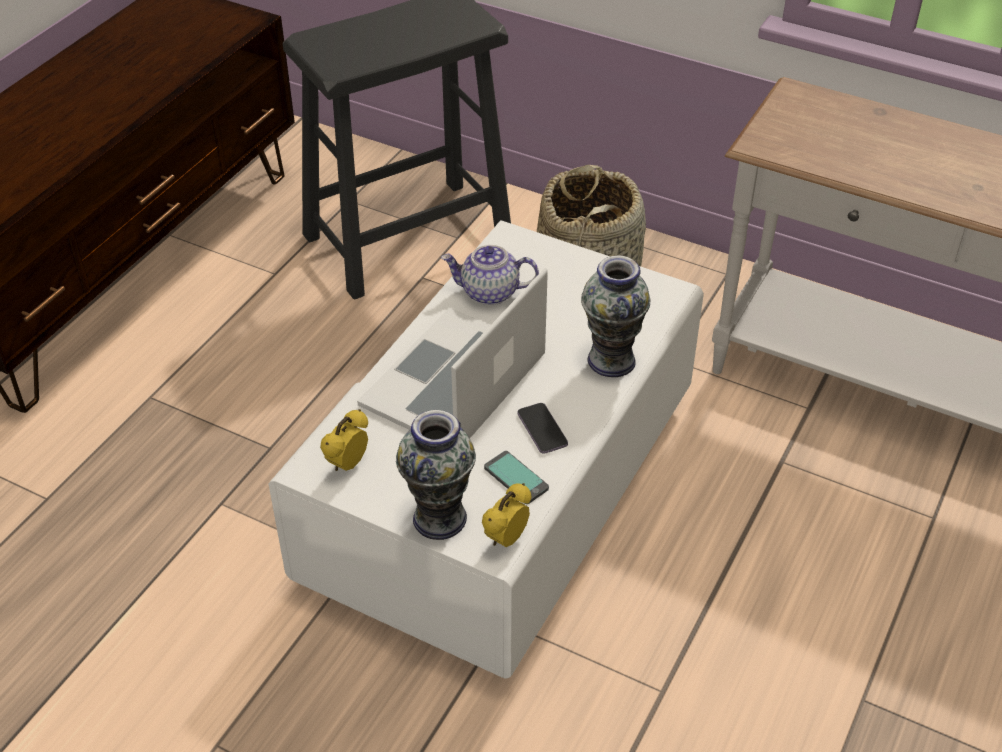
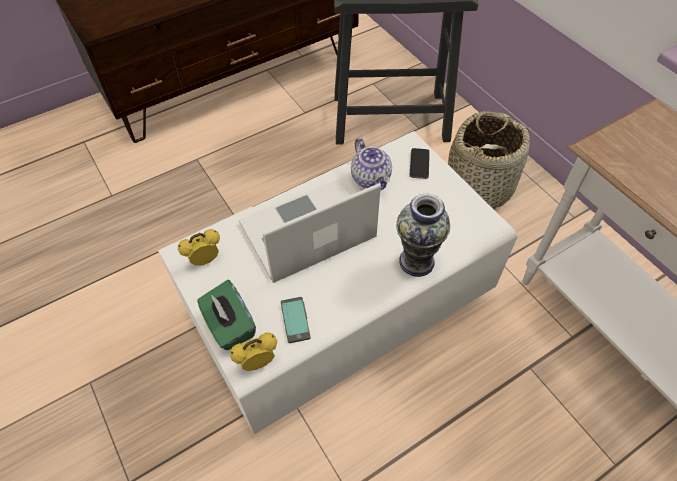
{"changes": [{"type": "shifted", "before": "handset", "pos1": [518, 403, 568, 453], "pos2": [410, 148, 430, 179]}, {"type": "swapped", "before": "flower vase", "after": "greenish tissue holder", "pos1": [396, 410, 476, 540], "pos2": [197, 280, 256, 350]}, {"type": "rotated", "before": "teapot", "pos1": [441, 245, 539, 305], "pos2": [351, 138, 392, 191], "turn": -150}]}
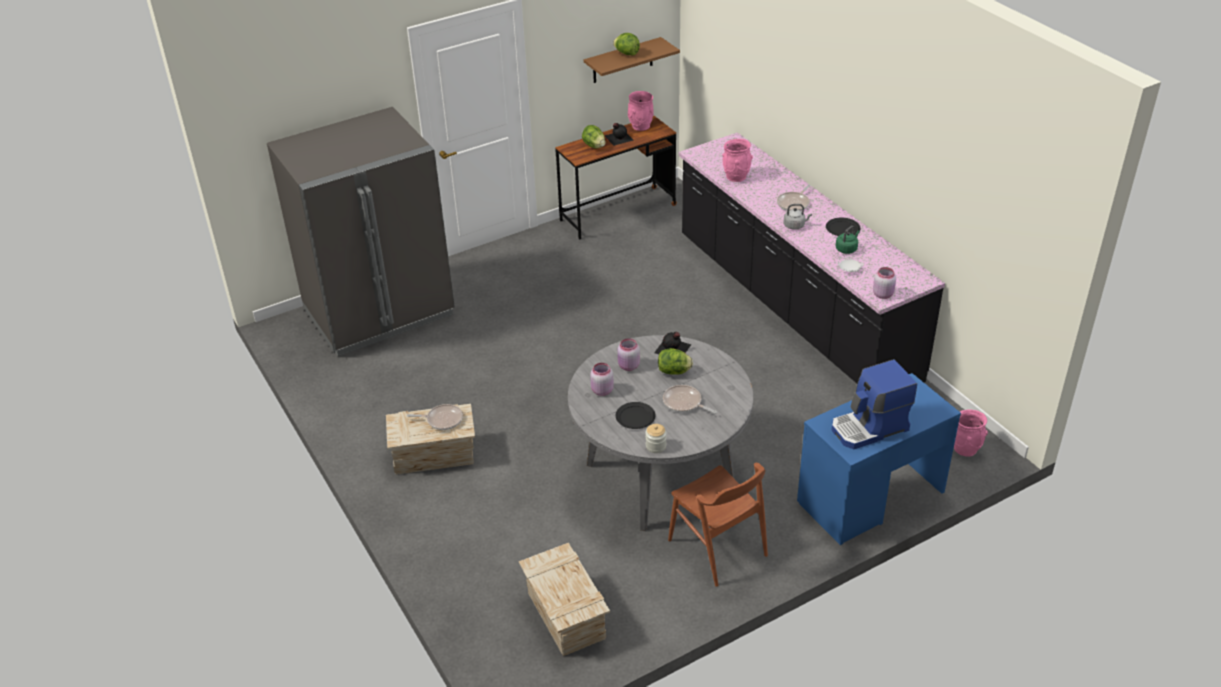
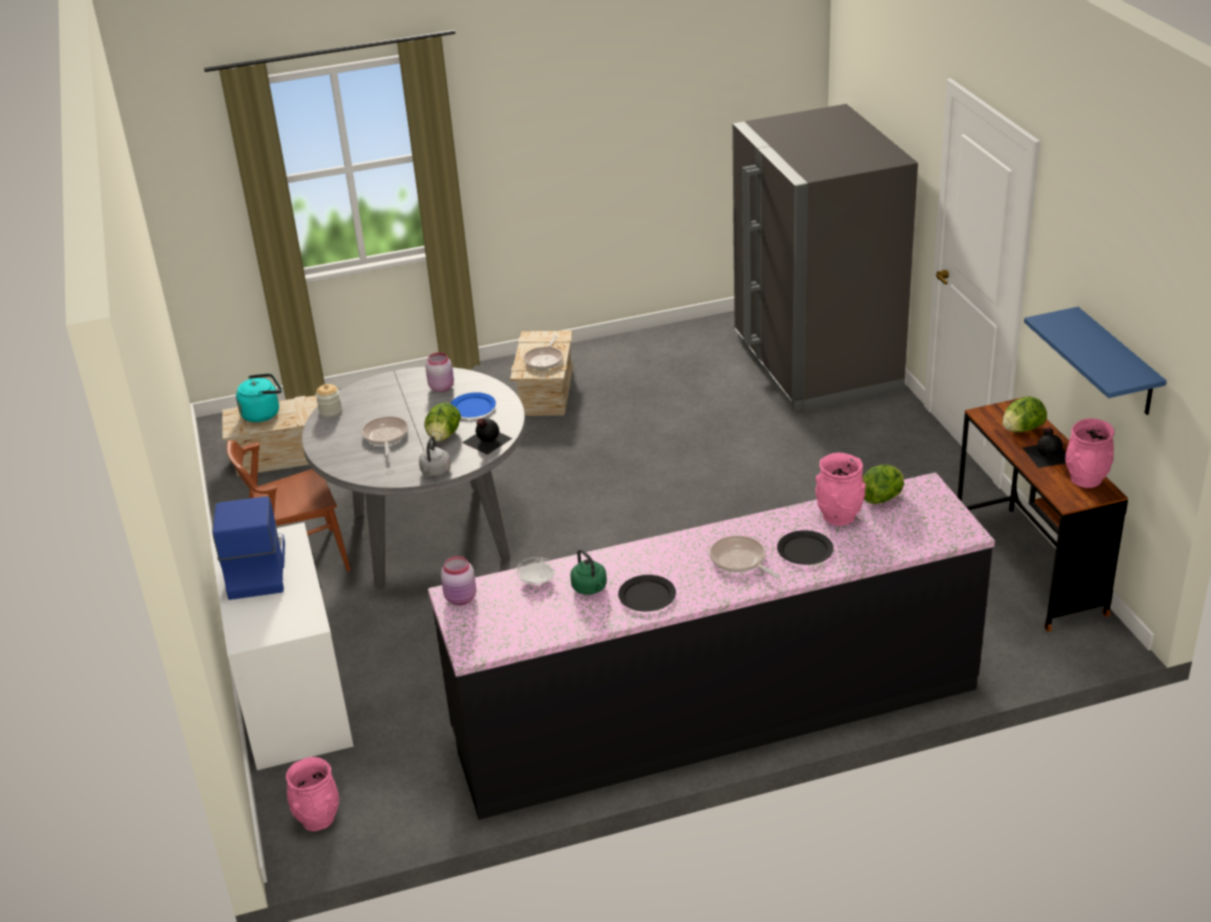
{"changes": [{"type": "new", "after": "turquoise-coloured kettle", "pos2": [236, 373, 282, 422]}, {"type": "shifted", "before": "lettuce head", "pos1": [613, 33, 640, 56], "pos2": [863, 464, 904, 504]}, {"type": "shifted", "before": "blackish dinner plate", "pos1": [616, 402, 656, 429], "pos2": [777, 530, 834, 565]}, {"type": "shifted", "before": "grey kettle", "pos1": [784, 204, 812, 230], "pos2": [419, 436, 451, 477]}, {"type": "swapped", "before": "pinkish storage jar", "after": "blue dinner plate", "pos1": [618, 338, 640, 371], "pos2": [450, 392, 496, 417]}, {"type": "repainted", "before": "brown shelf", "after": "blue shelf", "pos1": [584, 37, 680, 83], "pos2": [1024, 307, 1167, 415]}, {"type": "repainted", "before": "blue desk table", "after": "white-coloured desk table", "pos1": [797, 373, 961, 545], "pos2": [211, 522, 354, 770]}, {"type": "rotated", "before": "skillet", "pos1": [663, 385, 717, 414], "pos2": [362, 416, 408, 456], "turn": -60}]}
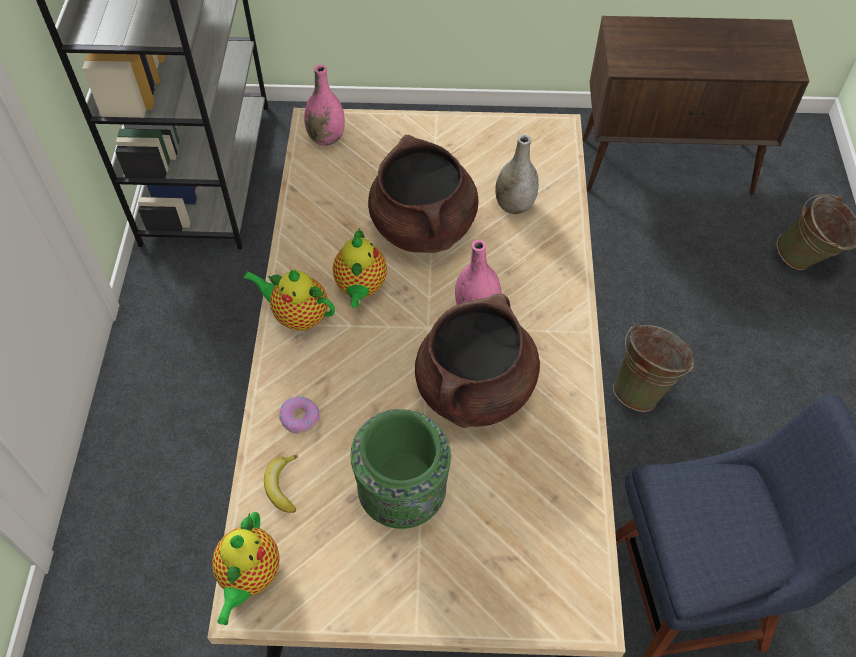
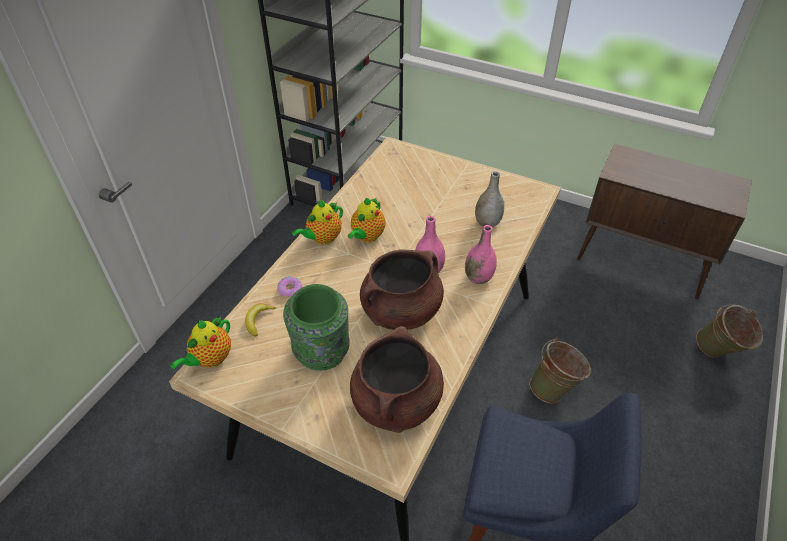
{"changes": [{"type": "shifted", "before": "pinkish flower vase", "pos1": [304, 64, 345, 146], "pos2": [465, 225, 497, 284]}, {"type": "shifted", "before": "brown stockpot", "pos1": [368, 135, 479, 253], "pos2": [350, 326, 444, 433]}, {"type": "rotated", "before": "teapot", "pos1": [243, 269, 335, 331], "pos2": [292, 200, 343, 245], "turn": -90}]}
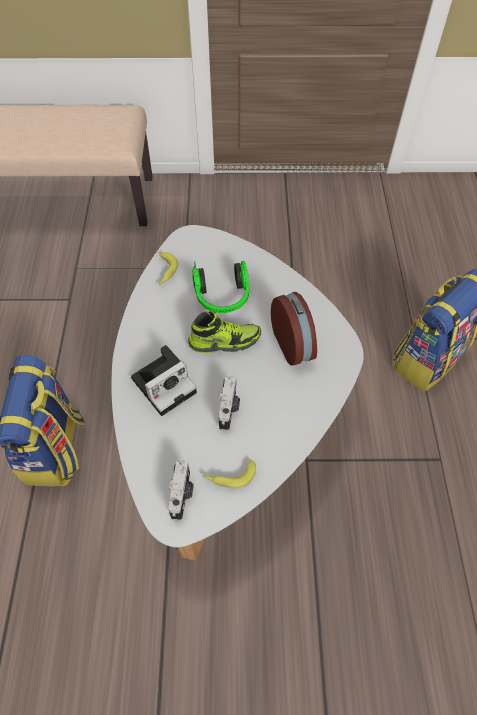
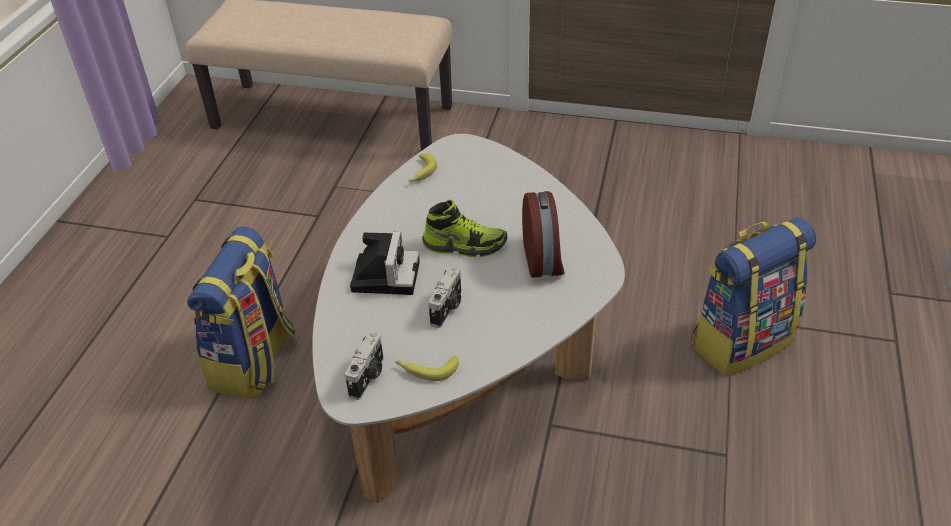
{"changes": [{"type": "gone", "before": "headphones", "pos1": [192, 261, 249, 313]}, {"type": "rotated", "before": "still camera", "pos1": [131, 345, 197, 416], "pos2": [350, 232, 420, 295], "turn": -60}]}
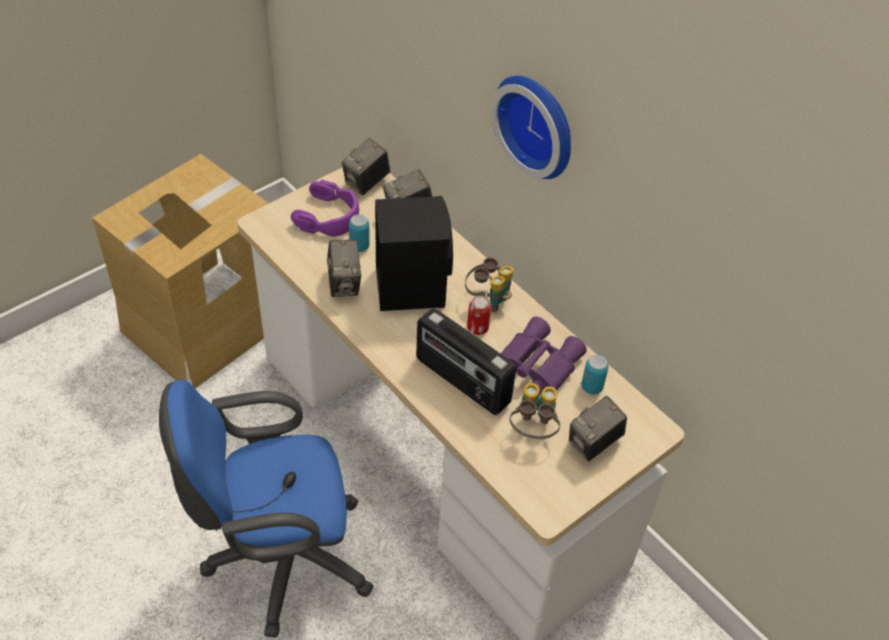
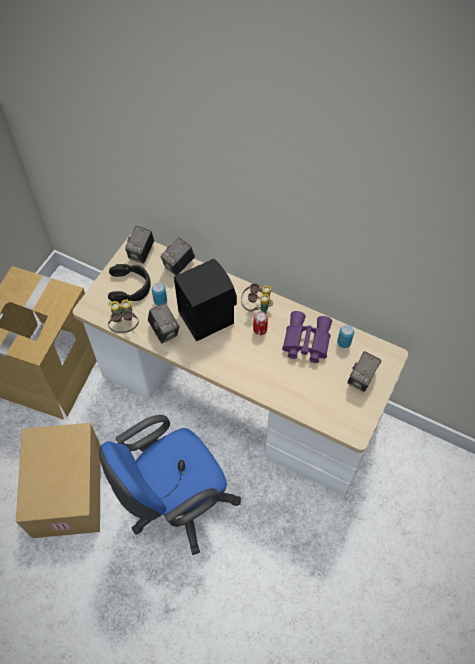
{"changes": [{"type": "gone", "before": "radio set", "pos1": [416, 308, 516, 415]}, {"type": "gone", "before": "wall clock", "pos1": [491, 76, 571, 179]}, {"type": "new", "after": "carton", "pos2": [16, 423, 101, 538]}, {"type": "shifted", "before": "field glasses", "pos1": [510, 383, 560, 439], "pos2": [108, 299, 139, 333]}, {"type": "repainted", "before": "purplish headphones", "after": "blackish headphones", "pos1": [291, 180, 359, 237], "pos2": [108, 264, 151, 304]}]}
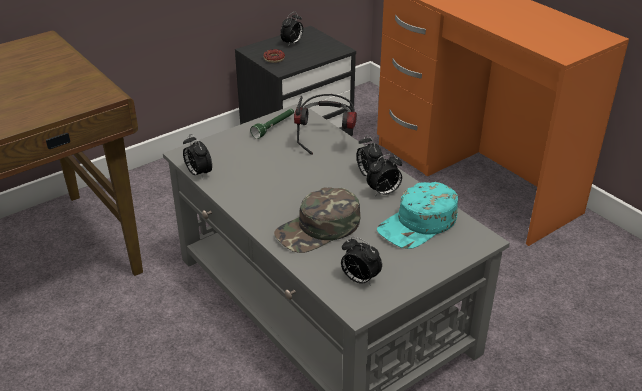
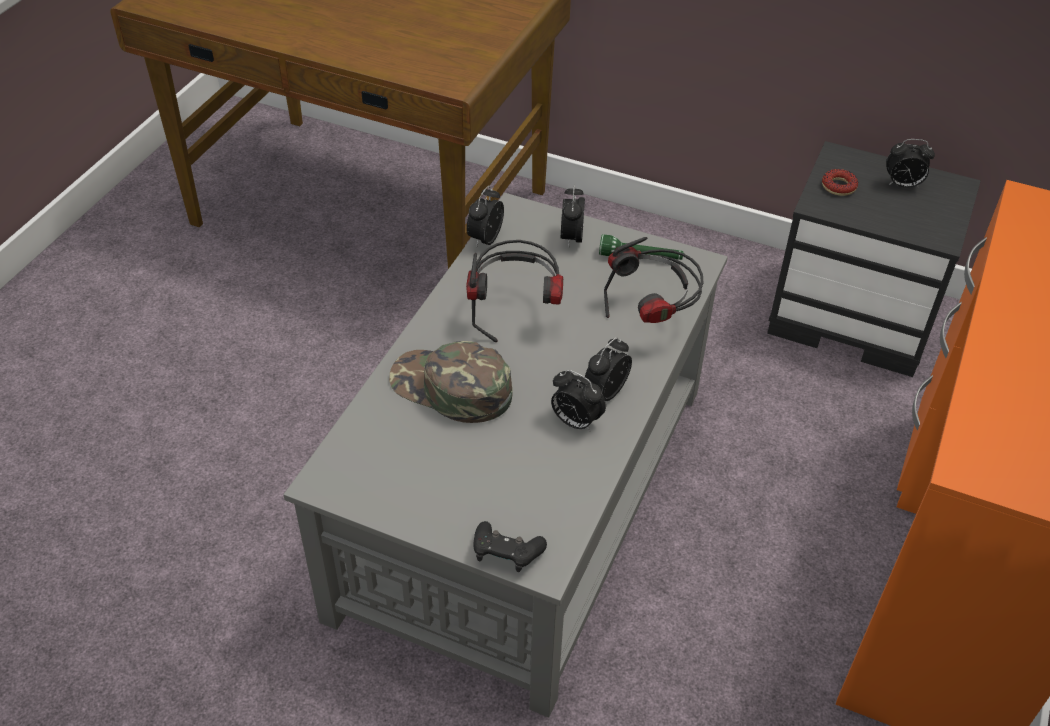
{"changes": [{"type": "gone", "before": "turquoise-coloured baseball cap", "pos1": [377, 182, 458, 249]}, {"type": "new", "after": "headphones", "pos2": [466, 240, 563, 342]}, {"type": "new", "after": "blackish joypad", "pos2": [473, 521, 547, 572]}, {"type": "shifted", "before": "table clock", "pos1": [341, 237, 382, 286], "pos2": [561, 185, 585, 248]}]}
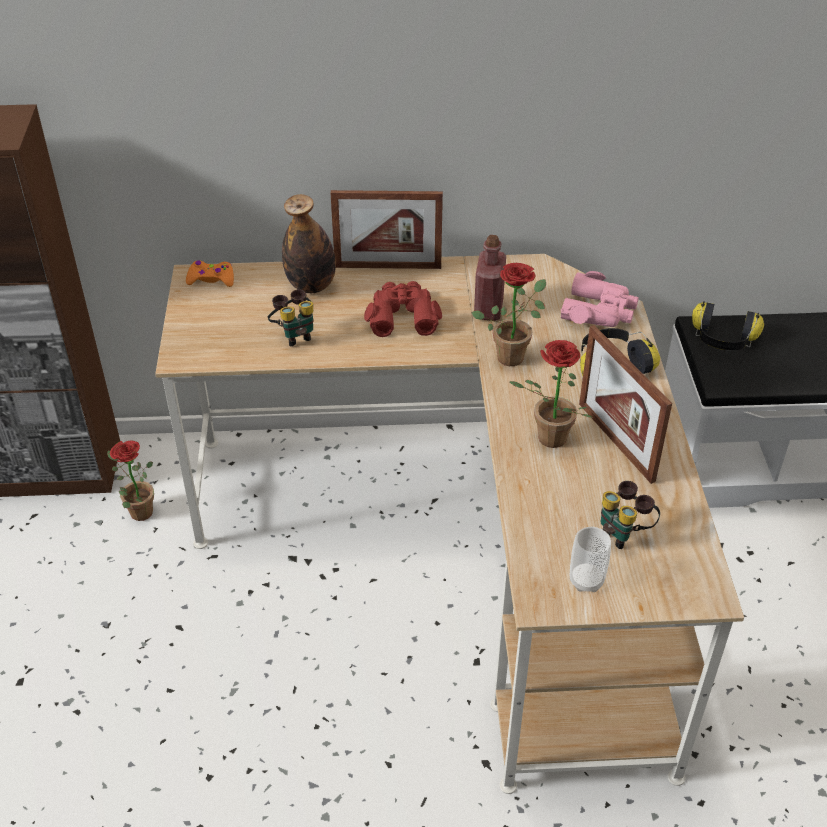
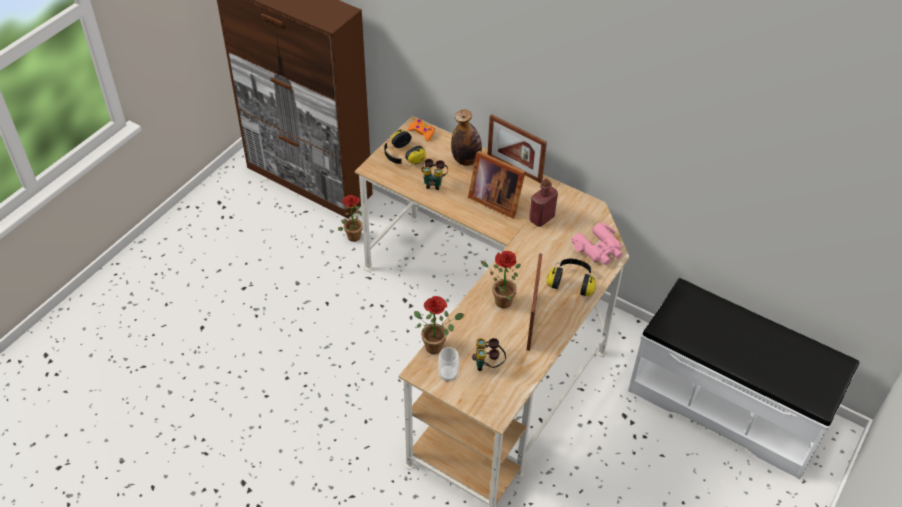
{"changes": [{"type": "shifted", "before": "potted plant", "pos1": [471, 263, 546, 366], "pos2": [414, 296, 464, 354]}, {"type": "shifted", "before": "headphones", "pos1": [692, 301, 764, 351], "pos2": [384, 129, 426, 167]}, {"type": "swapped", "before": "red-coloured field glasses", "after": "photo frame", "pos1": [364, 281, 442, 337], "pos2": [468, 151, 525, 219]}]}
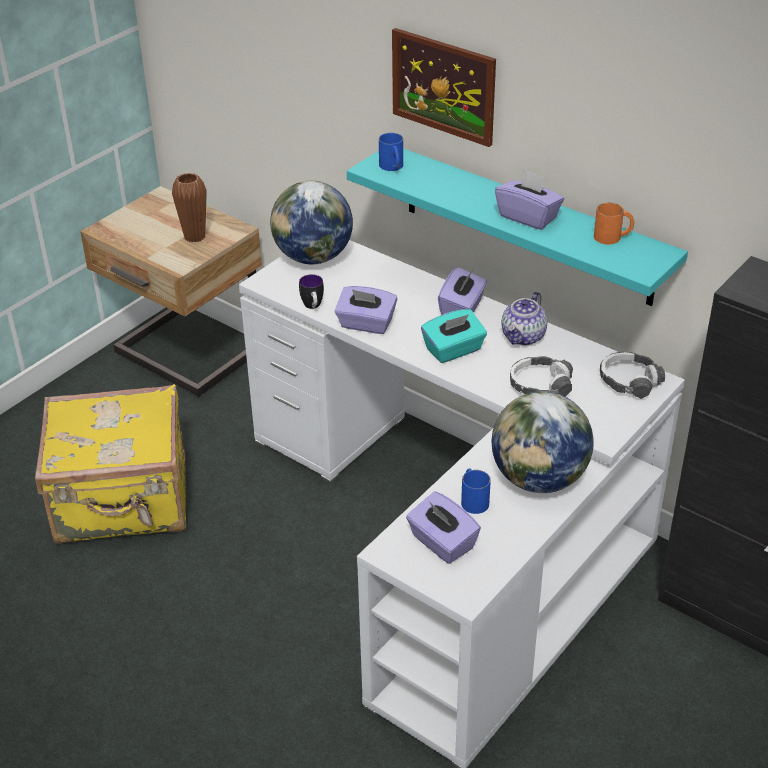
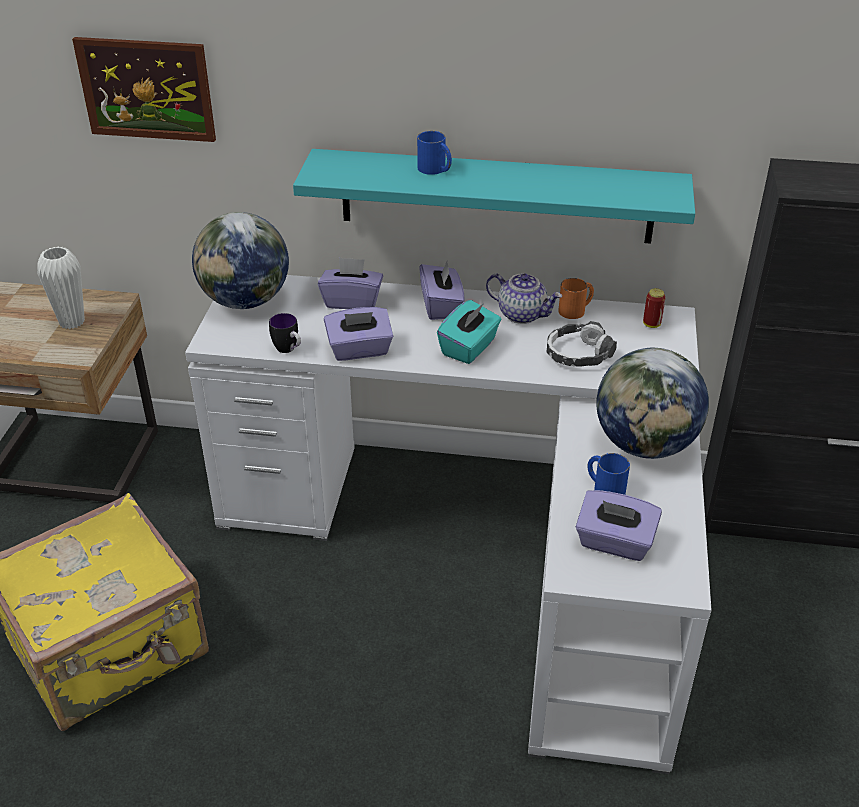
{"changes": [{"type": "shifted", "before": "blue tea mug", "pos1": [379, 133, 403, 171], "pos2": [417, 131, 452, 175]}, {"type": "shifted", "before": "picture", "pos1": [392, 28, 496, 147], "pos2": [72, 37, 216, 142]}, {"type": "shifted", "before": "purplish tissue holder", "pos1": [495, 169, 564, 230], "pos2": [318, 257, 383, 309]}, {"type": "shifted", "before": "orange-coloured tea mug", "pos1": [594, 203, 634, 245], "pos2": [558, 278, 594, 319]}, {"type": "swapped", "before": "headphones", "after": "sealed can", "pos1": [600, 352, 665, 399], "pos2": [643, 288, 666, 328]}, {"type": "repainted", "before": "brown flower vase", "after": "white-coloured flower vase", "pos1": [172, 173, 207, 242], "pos2": [37, 247, 85, 329]}, {"type": "rotated", "before": "teapot", "pos1": [501, 292, 547, 345], "pos2": [486, 273, 562, 324], "turn": -60}]}
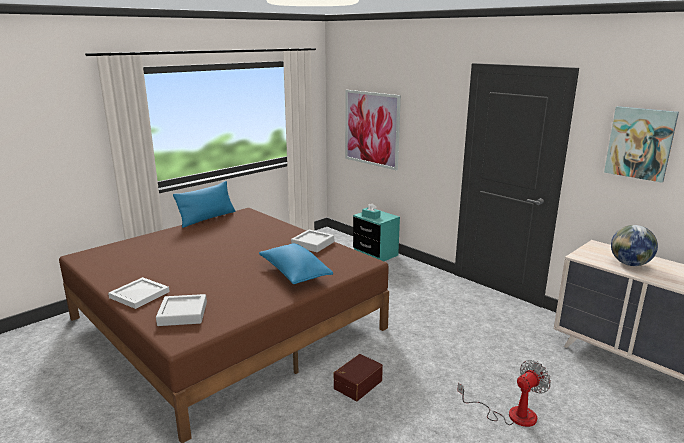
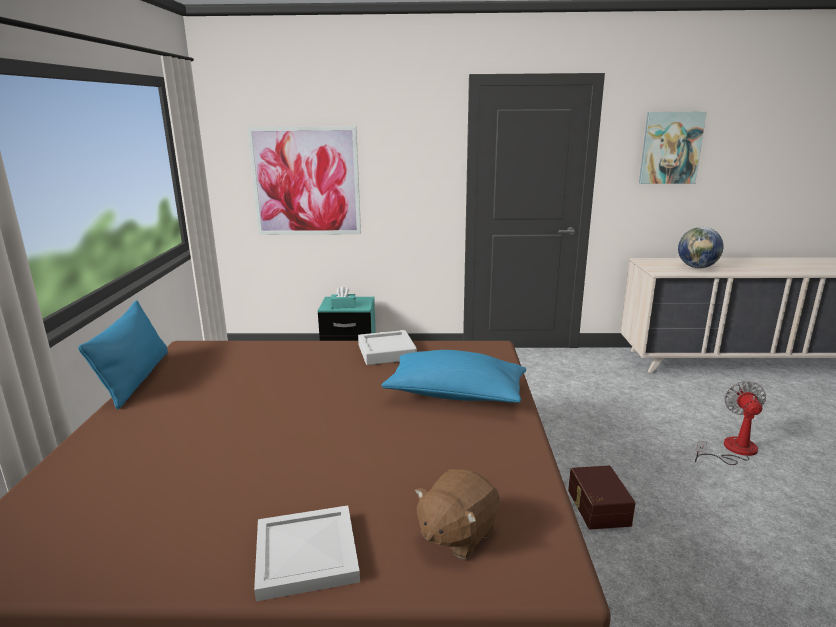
{"changes": [{"type": "swapped", "before": "grey tray", "after": "brown plush toy", "pos1": [156, 294, 207, 326], "pos2": [415, 469, 500, 559]}]}
